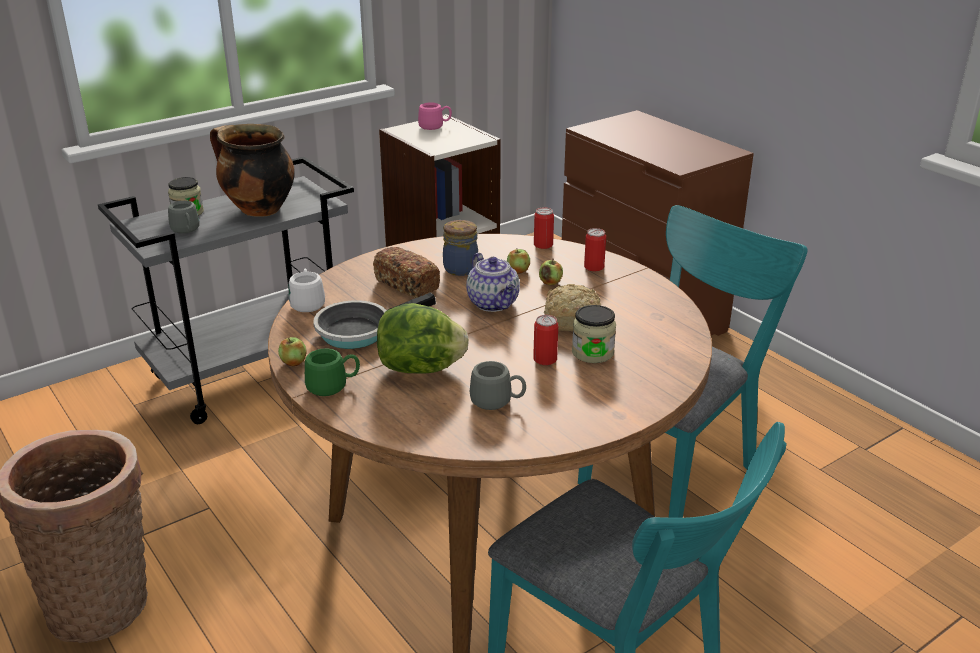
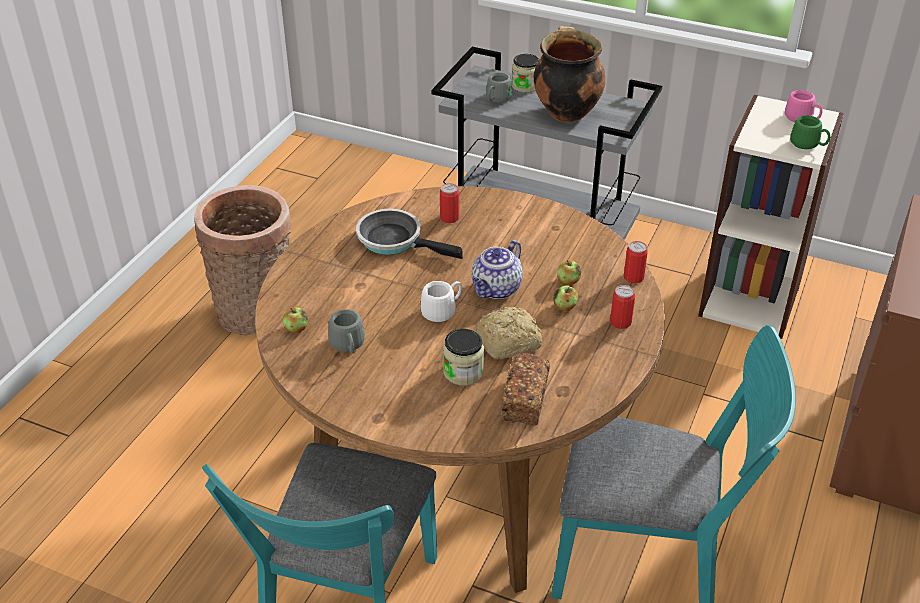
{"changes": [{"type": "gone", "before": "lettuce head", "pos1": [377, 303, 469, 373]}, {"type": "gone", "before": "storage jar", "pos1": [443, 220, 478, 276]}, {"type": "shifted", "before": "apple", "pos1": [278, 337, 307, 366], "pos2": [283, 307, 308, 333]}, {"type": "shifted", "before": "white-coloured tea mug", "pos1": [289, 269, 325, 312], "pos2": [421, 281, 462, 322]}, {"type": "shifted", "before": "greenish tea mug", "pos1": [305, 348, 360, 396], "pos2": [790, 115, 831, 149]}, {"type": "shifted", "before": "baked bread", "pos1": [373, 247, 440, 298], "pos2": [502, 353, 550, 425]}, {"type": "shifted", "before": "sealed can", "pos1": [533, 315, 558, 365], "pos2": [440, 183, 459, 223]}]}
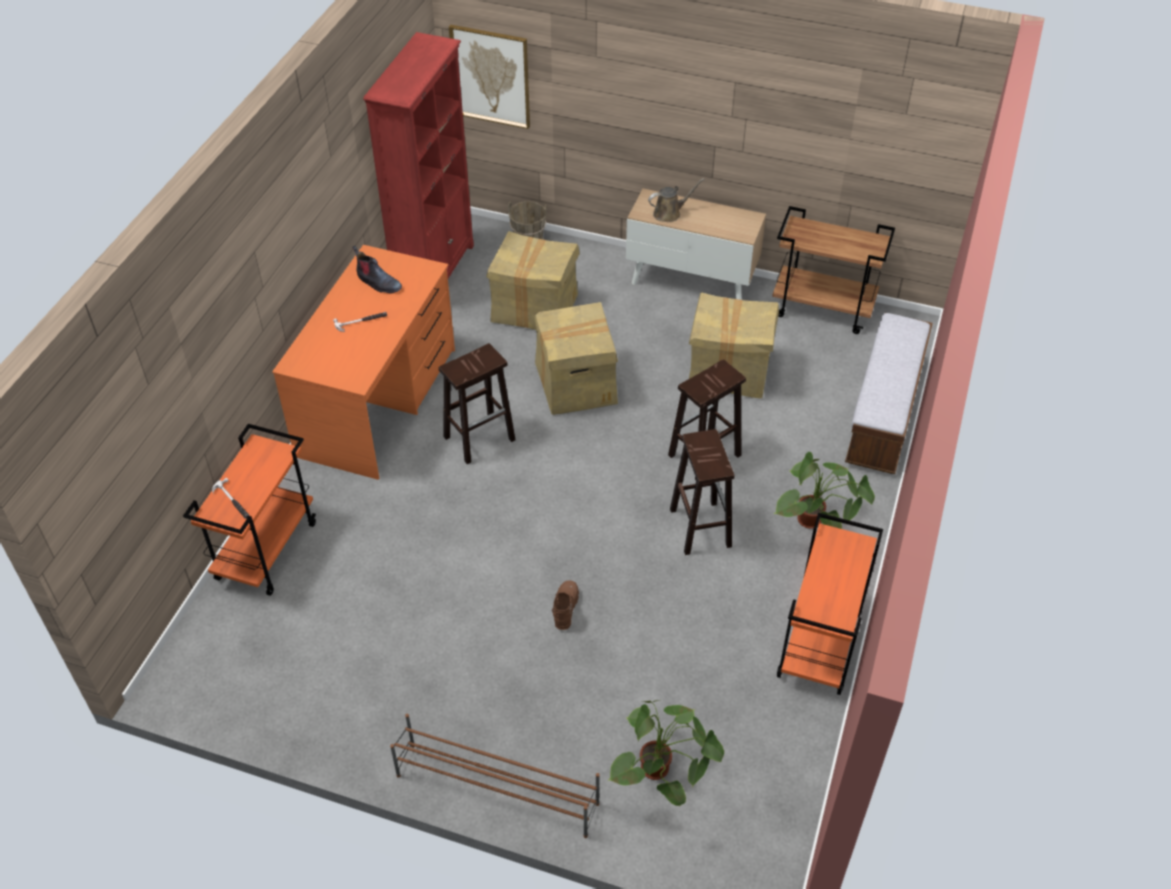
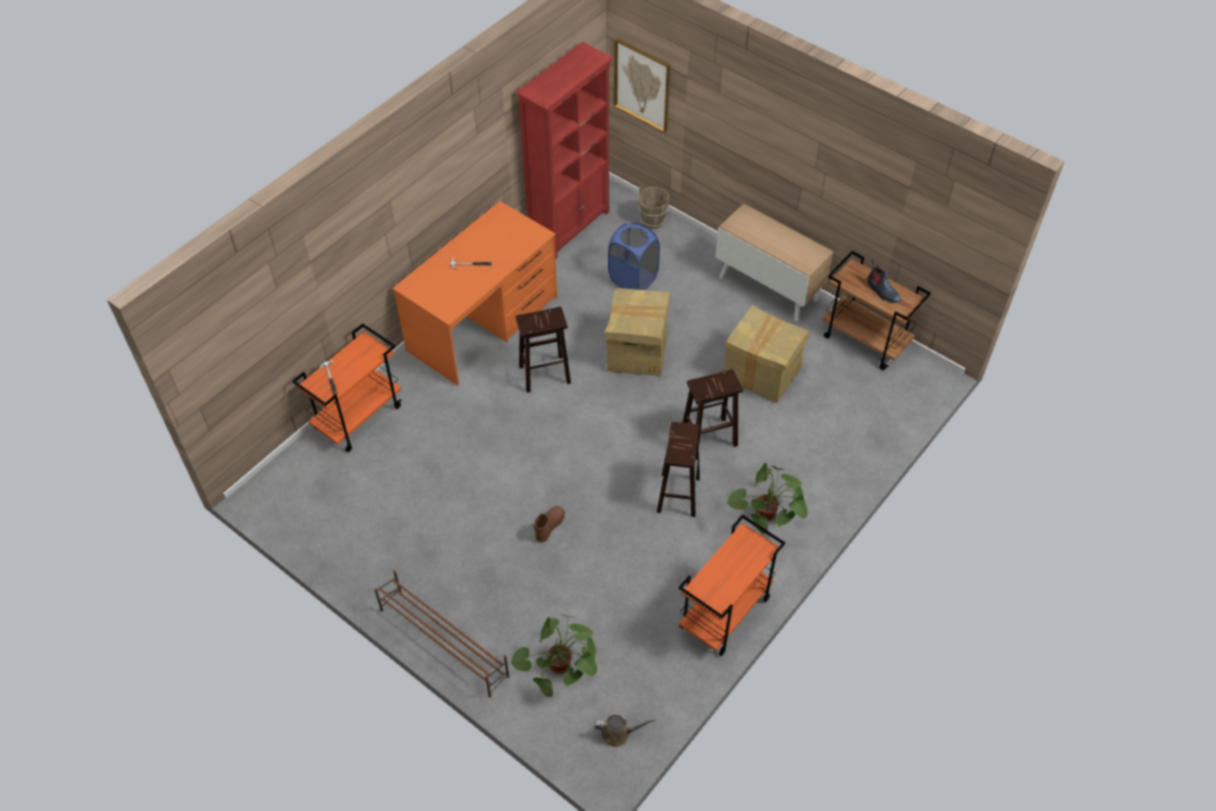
{"changes": [{"type": "gone", "before": "long seat", "pos1": [845, 313, 933, 474]}, {"type": "shifted", "before": "tall boot", "pos1": [352, 245, 402, 294], "pos2": [867, 259, 901, 303]}, {"type": "shifted", "before": "brown watering can", "pos1": [648, 178, 705, 222], "pos2": [594, 715, 656, 747]}, {"type": "swapped", "before": "carton", "after": "blue washing basket", "pos1": [486, 231, 580, 330], "pos2": [608, 223, 660, 290]}]}
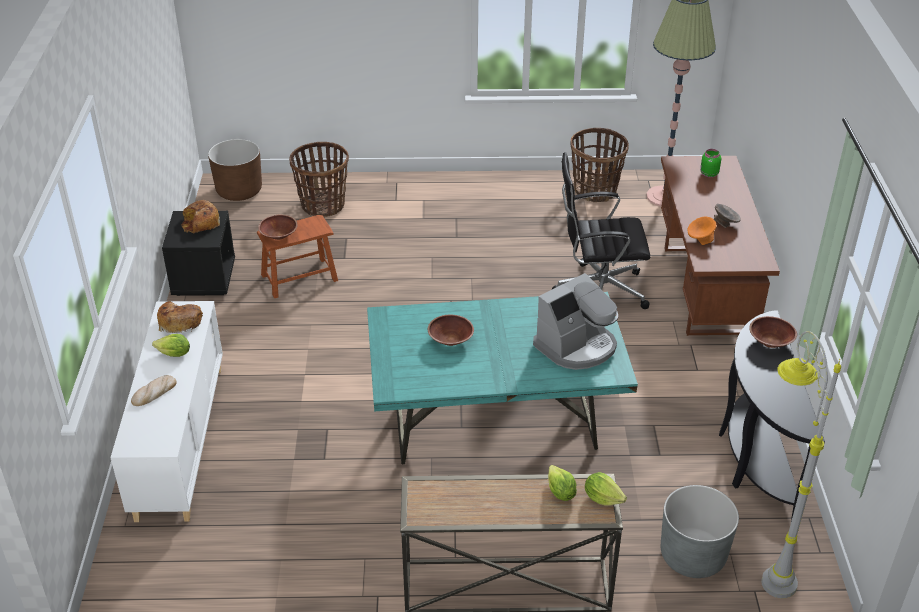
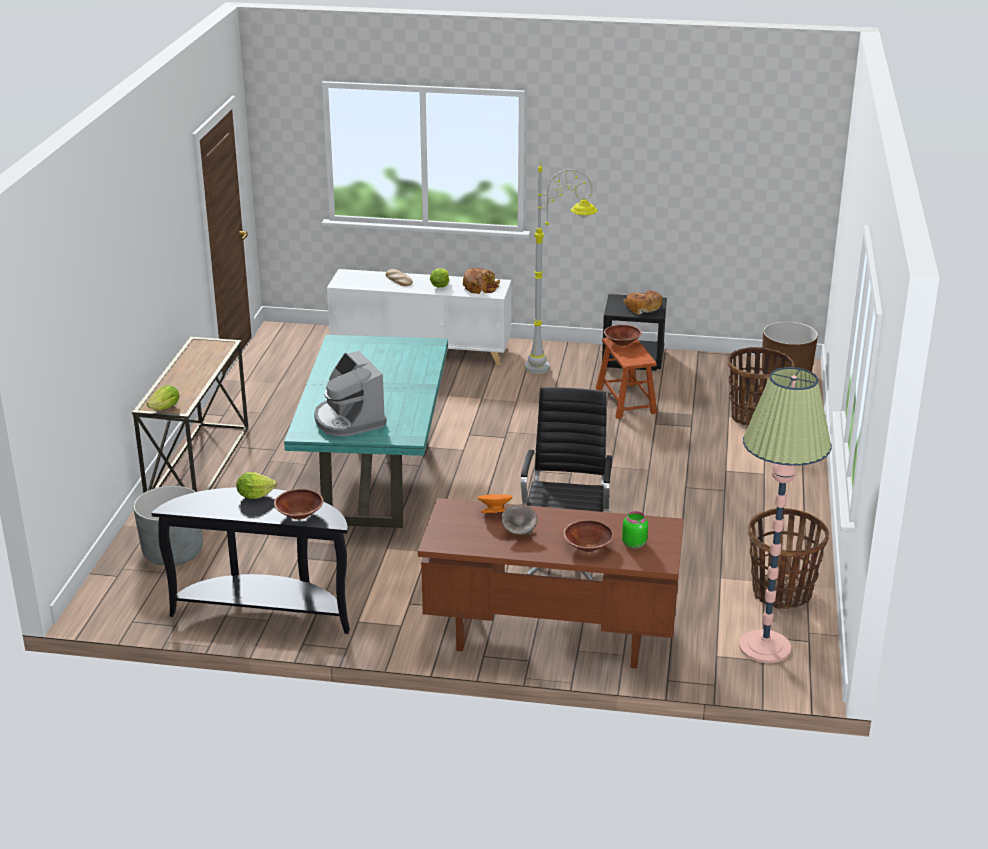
{"changes": [{"type": "shifted", "before": "brown serving bowl", "pos1": [428, 315, 474, 346], "pos2": [563, 520, 614, 552]}, {"type": "shifted", "before": "lettuce head", "pos1": [548, 465, 577, 501], "pos2": [236, 472, 277, 499]}, {"type": "shifted", "before": "grey standard lamp", "pos1": [761, 331, 841, 598], "pos2": [525, 163, 598, 374]}]}
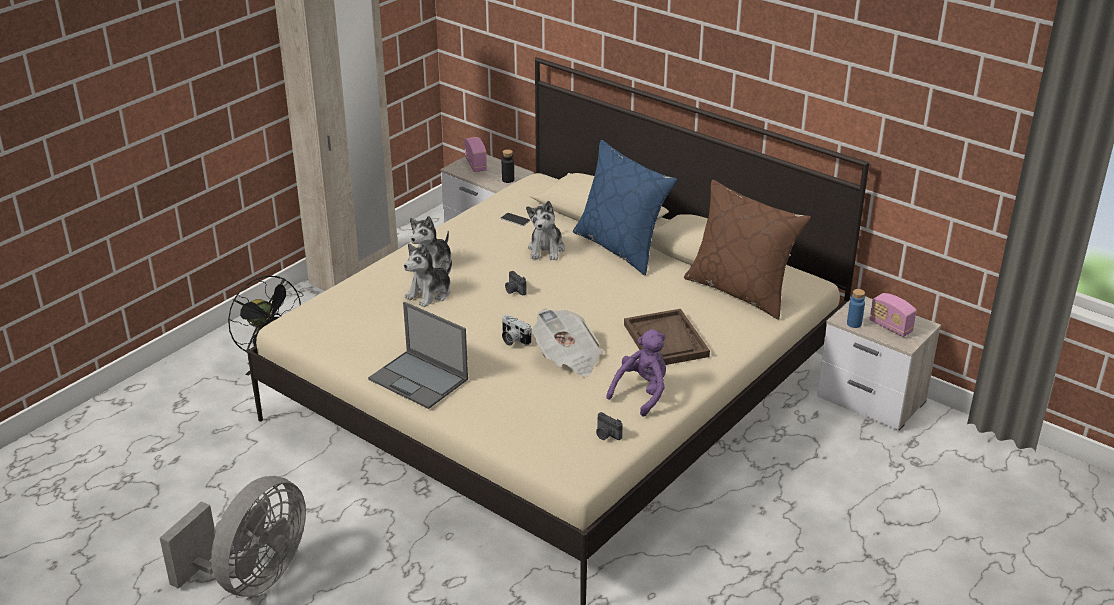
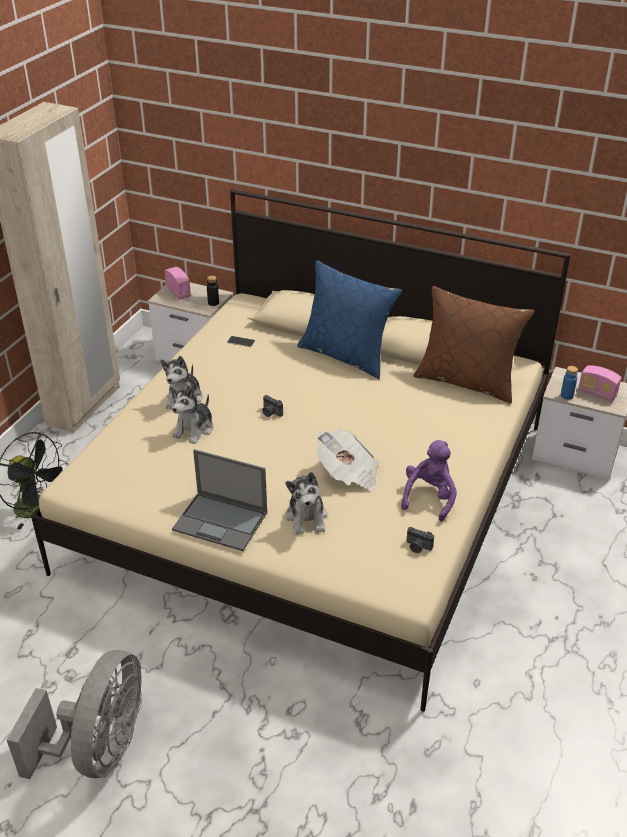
{"changes": [{"type": "gone", "before": "still camera", "pos1": [502, 315, 531, 346]}, {"type": "gone", "before": "brown tray", "pos1": [624, 309, 710, 365]}, {"type": "shifted", "before": "plush toy", "pos1": [526, 201, 565, 261], "pos2": [286, 472, 327, 535]}]}
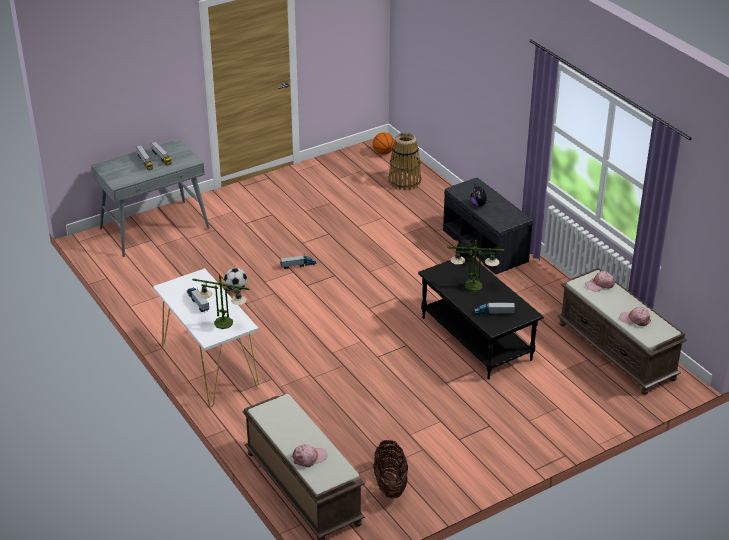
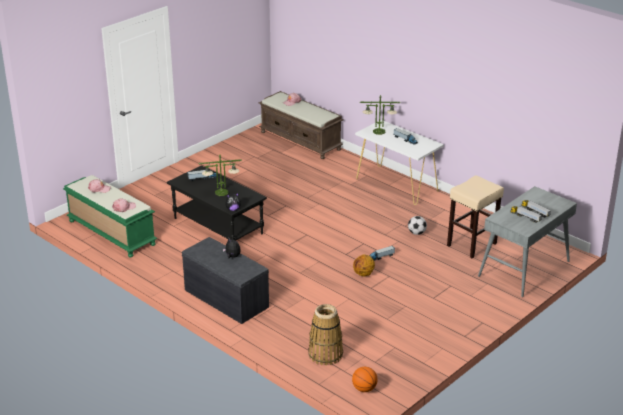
{"changes": [{"type": "gone", "before": "storage basket", "pos1": [374, 440, 408, 498]}, {"type": "new", "after": "basketball ball", "pos2": [353, 254, 375, 276]}, {"type": "new", "after": "sand-coloured stool", "pos2": [447, 175, 504, 259]}, {"type": "repainted", "before": "brown long seat", "after": "greenish long seat", "pos1": [557, 268, 687, 395], "pos2": [63, 175, 157, 258]}]}
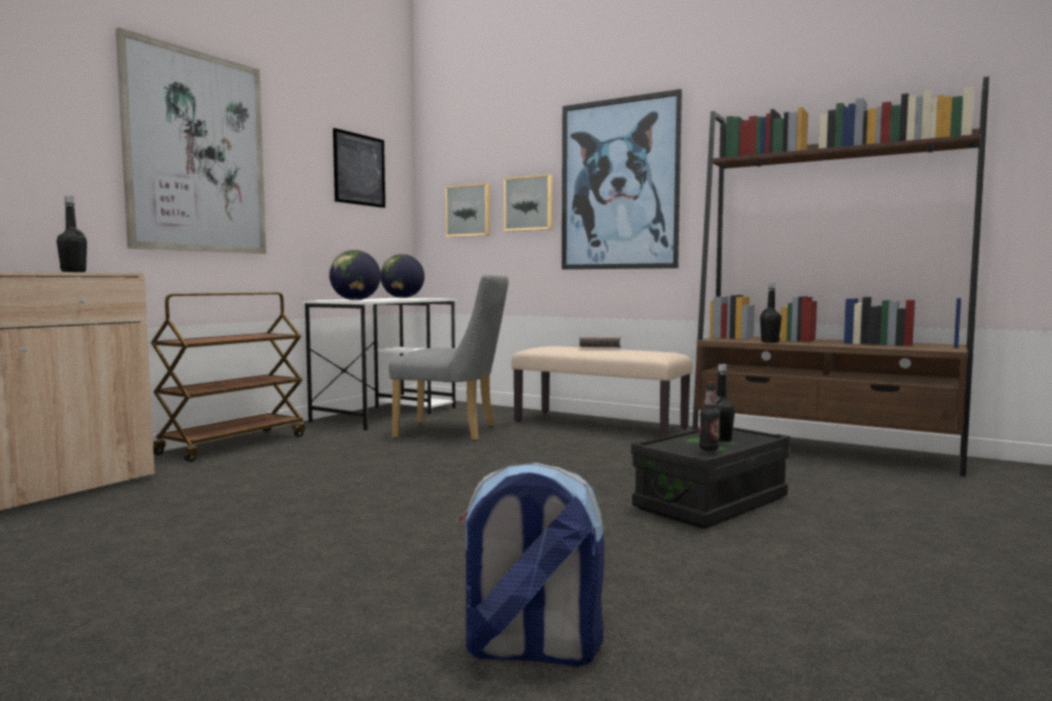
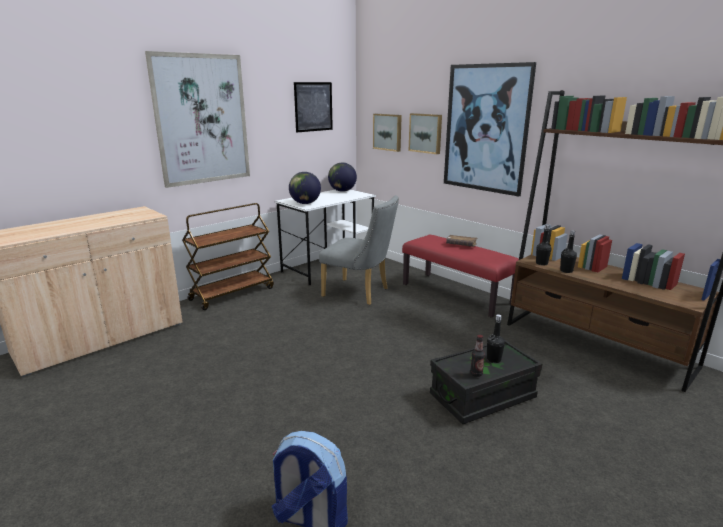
{"changes": [{"type": "shifted", "before": "blackish drink bottle", "pos1": [56, 196, 87, 272], "pos2": [536, 225, 552, 266]}, {"type": "repainted", "before": "sand-coloured long seat", "after": "red-coloured long seat", "pos1": [511, 346, 693, 438], "pos2": [402, 235, 519, 318]}]}
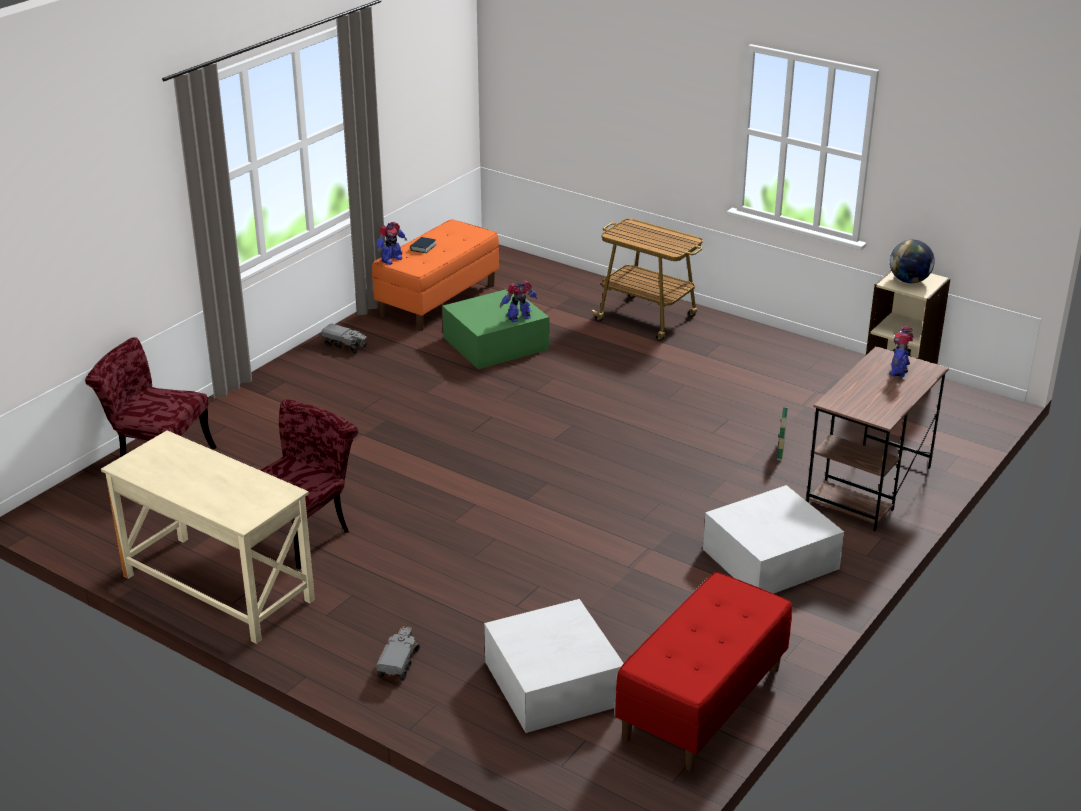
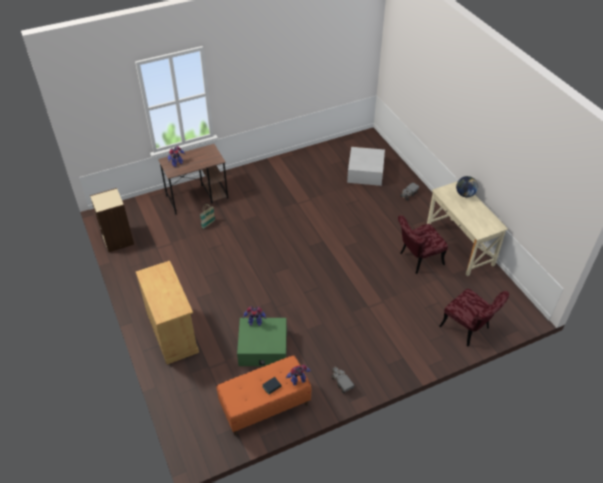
{"changes": [{"type": "gone", "before": "red-coloured long seat", "pos1": [615, 572, 792, 772]}, {"type": "gone", "before": "white-coloured storage box", "pos1": [703, 485, 844, 594]}, {"type": "shifted", "before": "world globe", "pos1": [890, 240, 935, 283], "pos2": [456, 176, 478, 197]}, {"type": "swapped", "before": "wheeled cart", "after": "sand-coloured cupboard", "pos1": [591, 218, 703, 341], "pos2": [136, 261, 199, 364]}]}
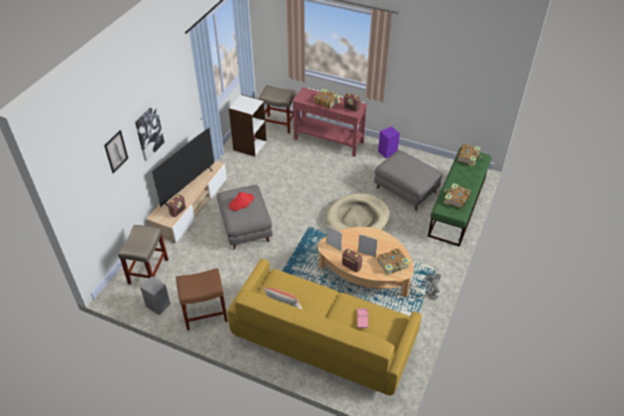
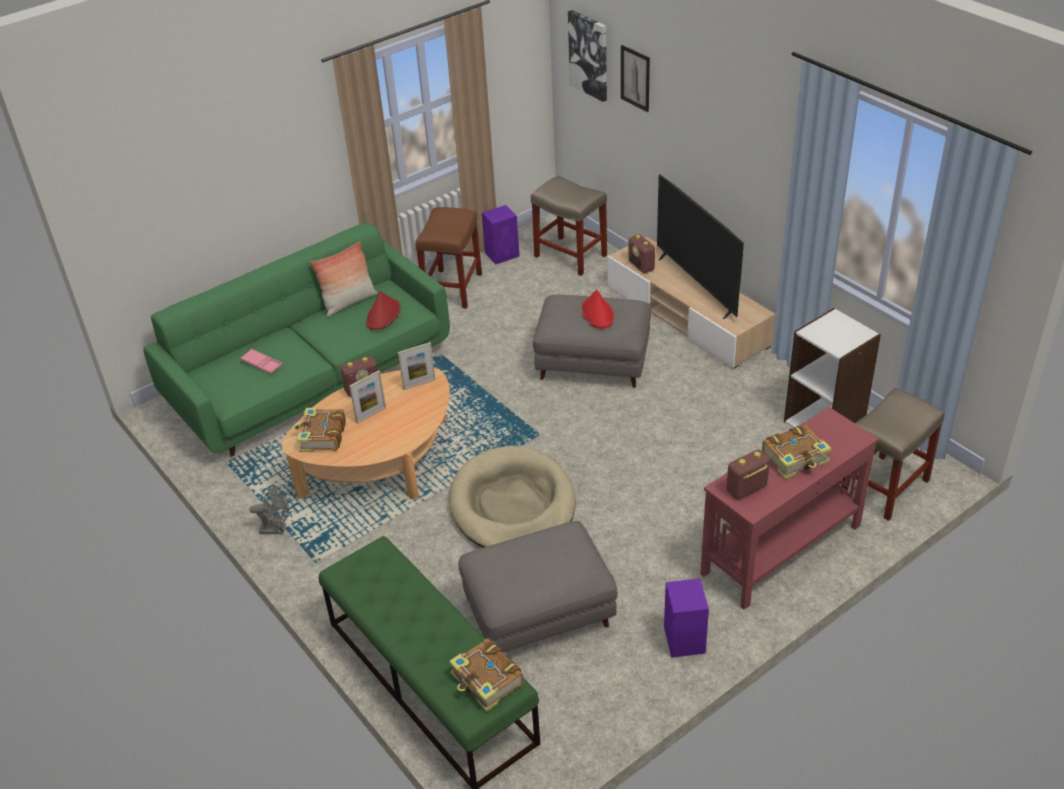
{"changes": [{"type": "gone", "before": "volume", "pos1": [444, 183, 471, 209]}, {"type": "new", "after": "red-coloured wearable hat", "pos2": [366, 291, 400, 330]}, {"type": "shifted", "before": "picture", "pos1": [135, 104, 164, 161], "pos2": [568, 10, 607, 102]}, {"type": "repainted", "before": "grey audio speaker", "after": "purplish audio speaker", "pos1": [140, 276, 170, 315], "pos2": [482, 205, 520, 264]}, {"type": "repainted", "before": "yellowish couch", "after": "greenish couch", "pos1": [227, 258, 421, 395], "pos2": [143, 222, 450, 457]}]}
